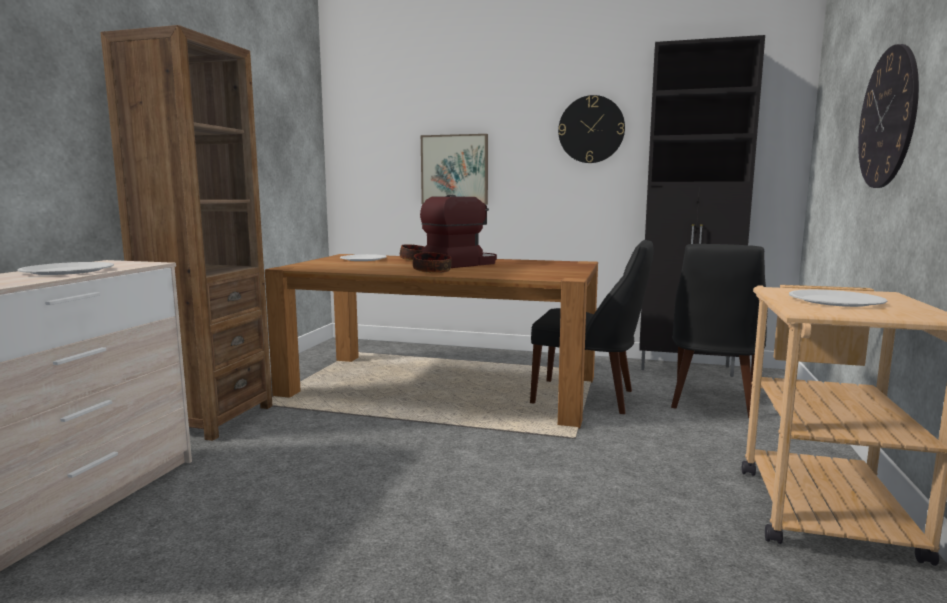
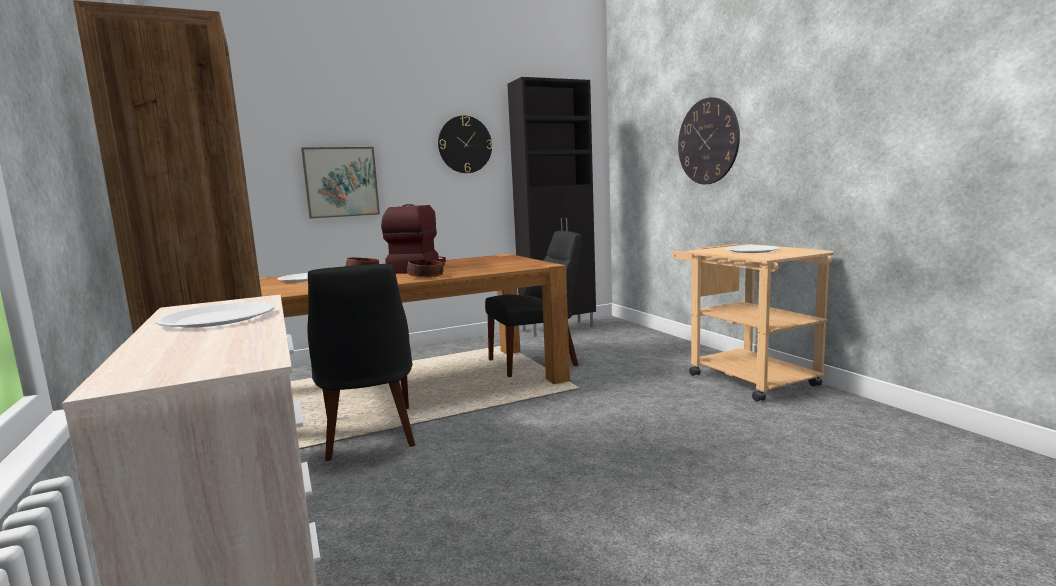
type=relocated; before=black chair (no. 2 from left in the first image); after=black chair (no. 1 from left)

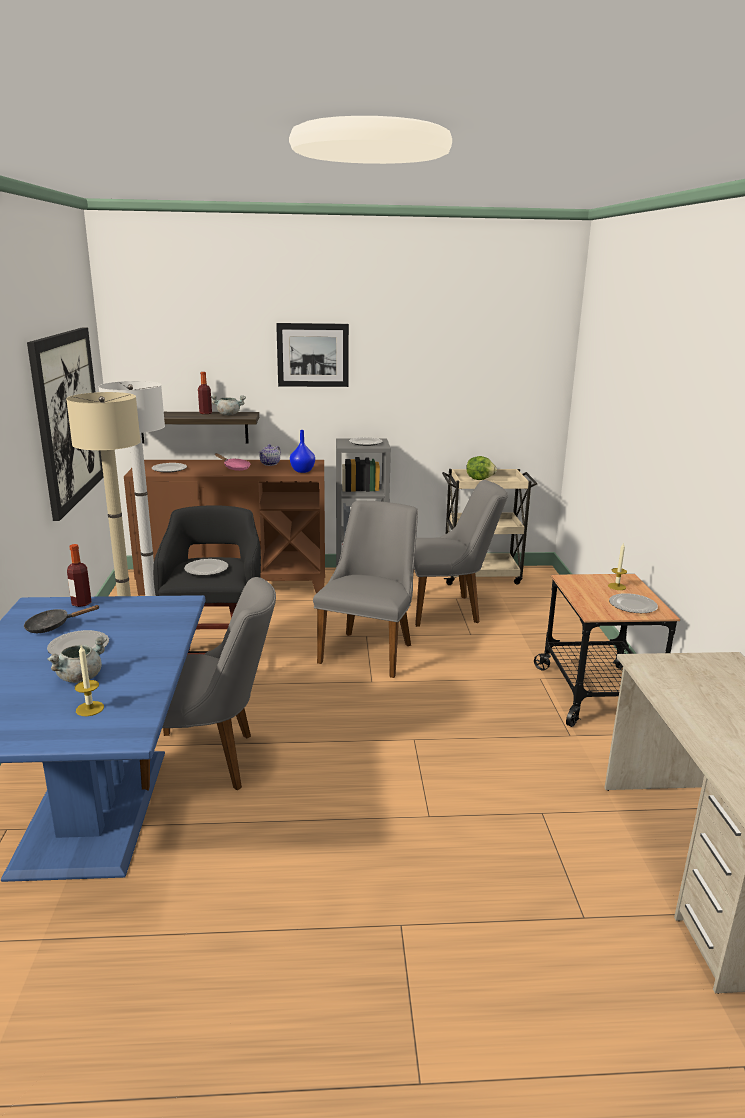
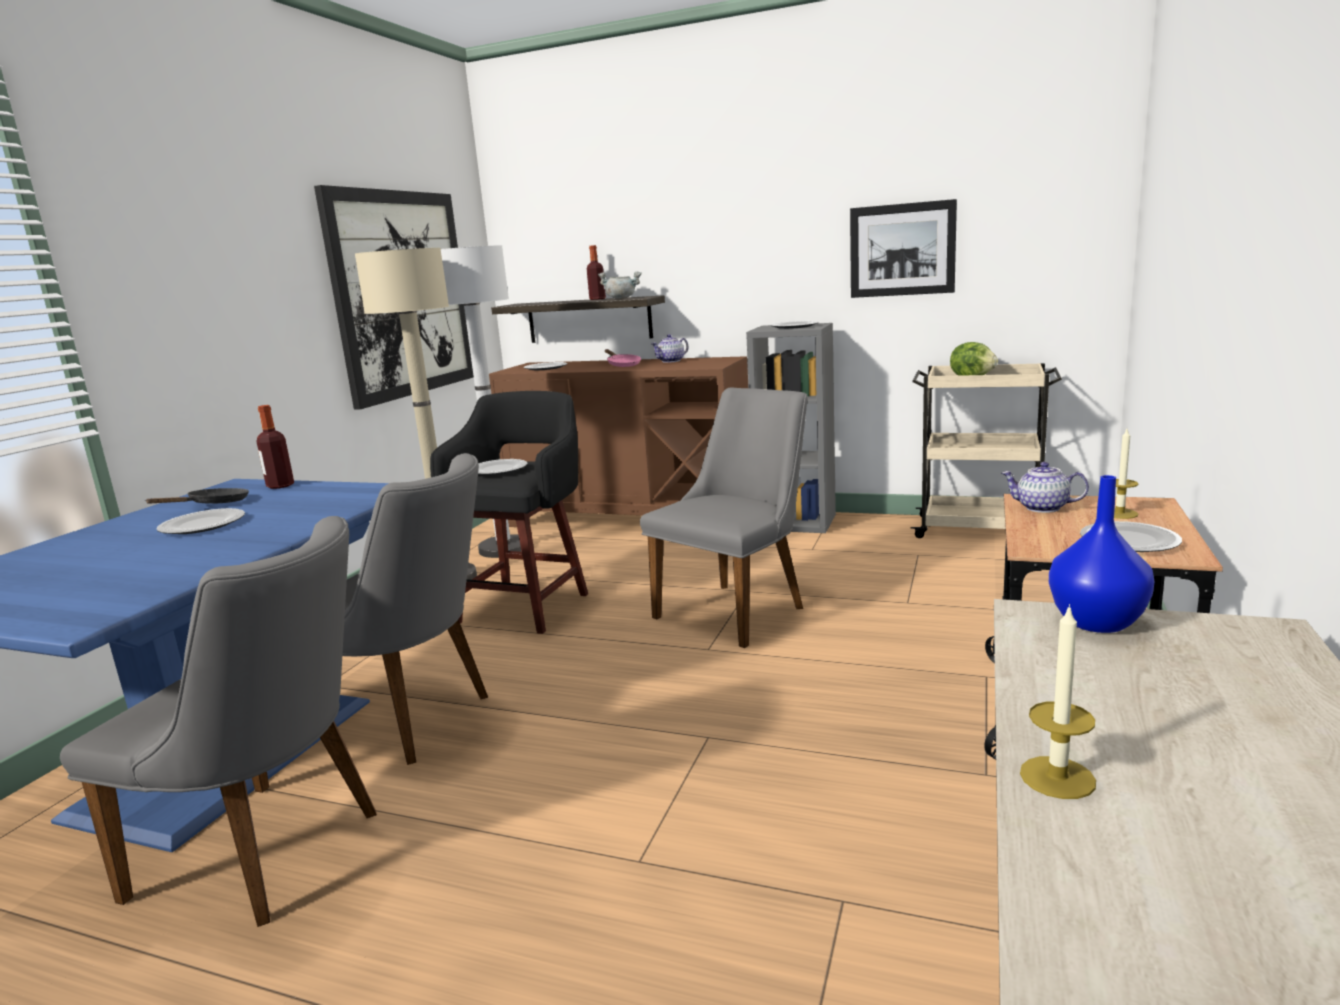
type=relocated; before=picture (no. 2 from left)
type=relocated; before=blue decorative vase
type=relocated; before=greyish chair (no. 3 from left in the first image); after=greyish chair (no. 1 from left)
type=spun; before=black frying pan; turn=120
type=missing; before=greyish stockpot (no. 1 from left)
type=relocated; before=wax light (no. 1 from left)
type=appeared; after=teapot (no. 2 from left)

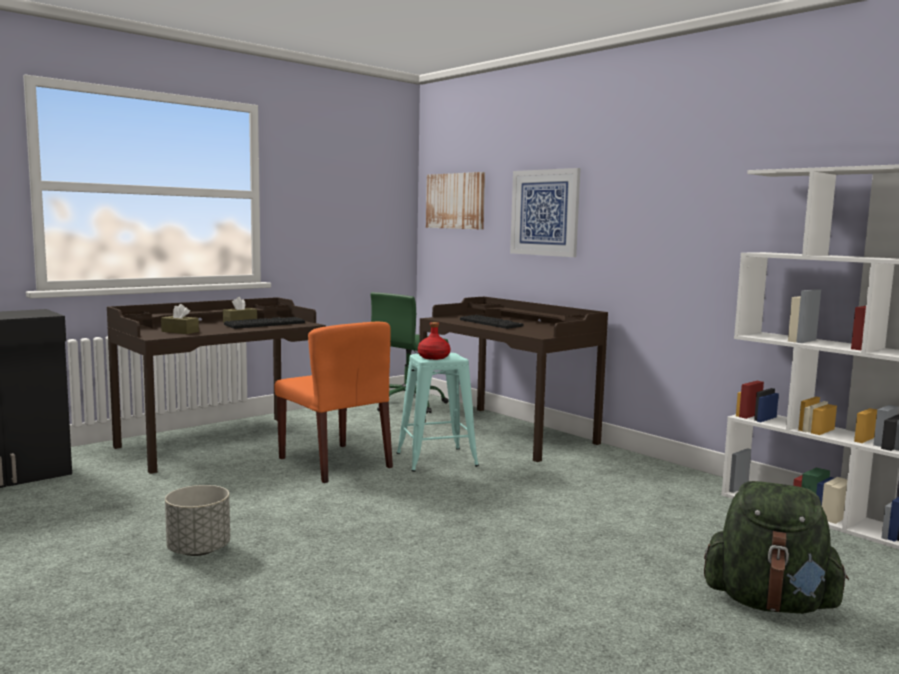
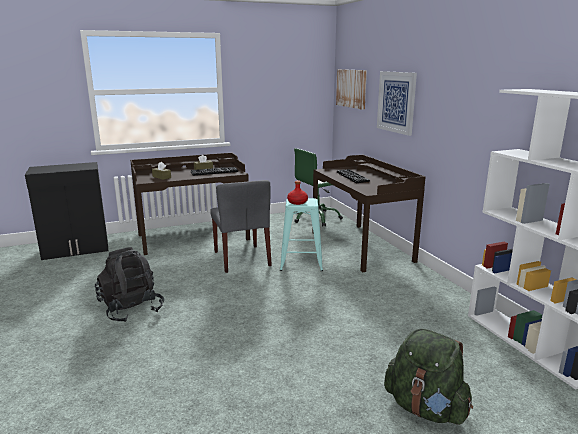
type=colour; before=orange chair; after=greyish chair
type=exchanged; before=greyish planter; after=black knapsack

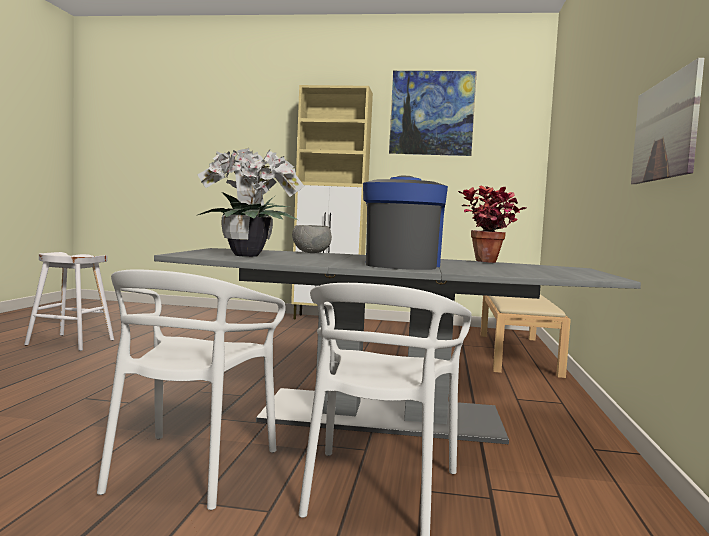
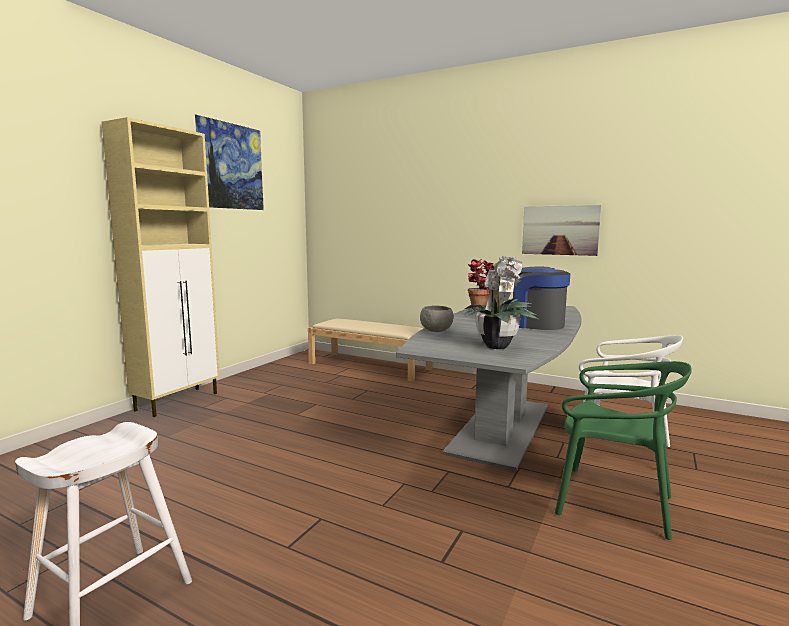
type=colour; before=white chair (no. 1 from left); after=green-coloured chair

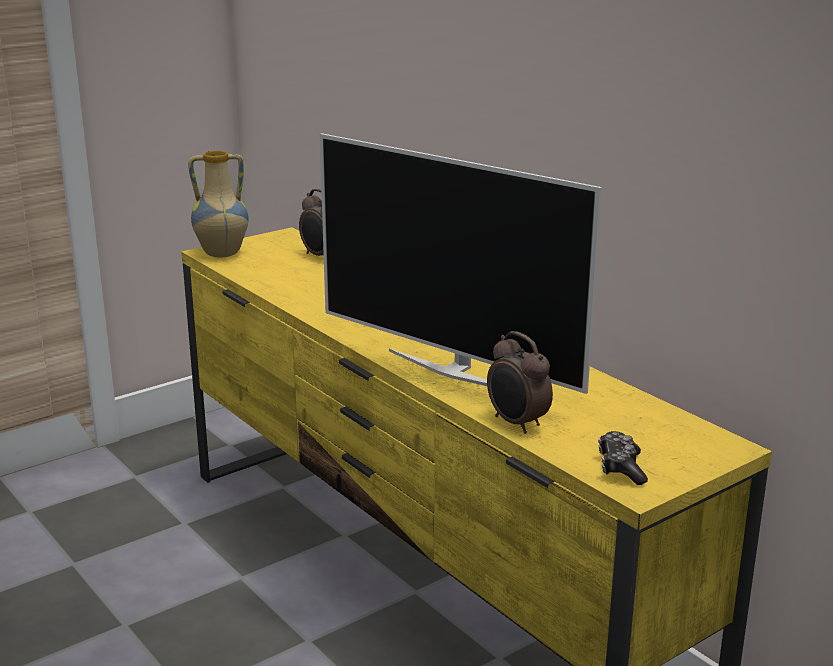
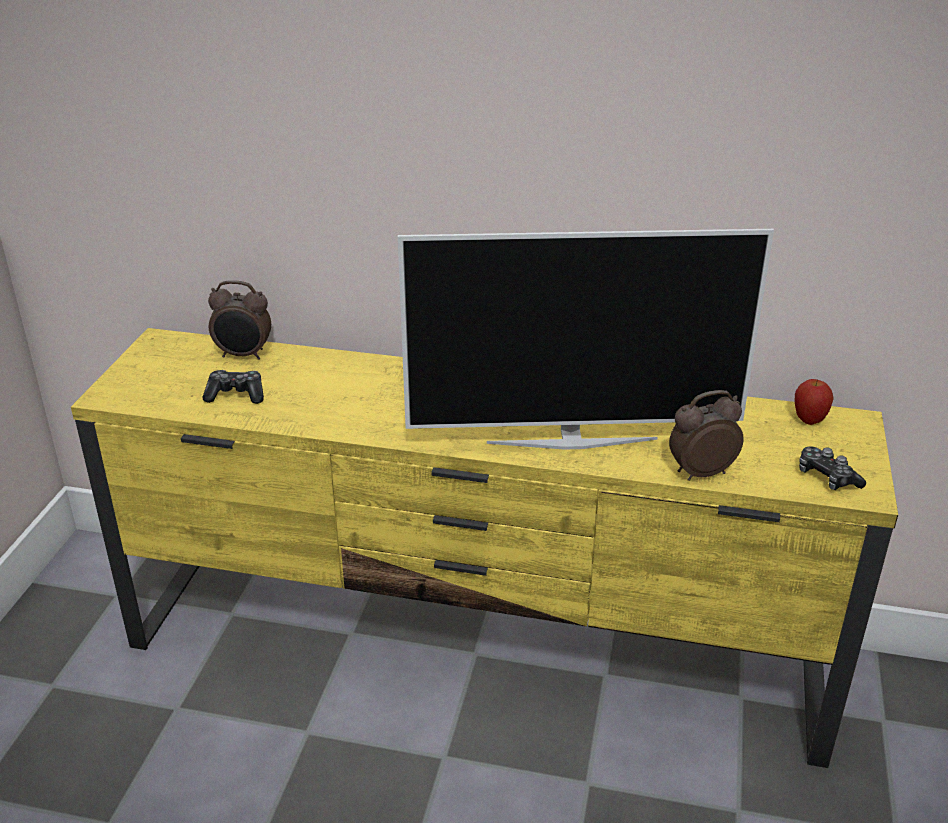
type=missing; before=decorative vase
type=spun; before=alarm clock (no. 2 from left); turn=150
type=appeared; after=joypad (no. 1 from left)
type=appeared; after=apple fruit

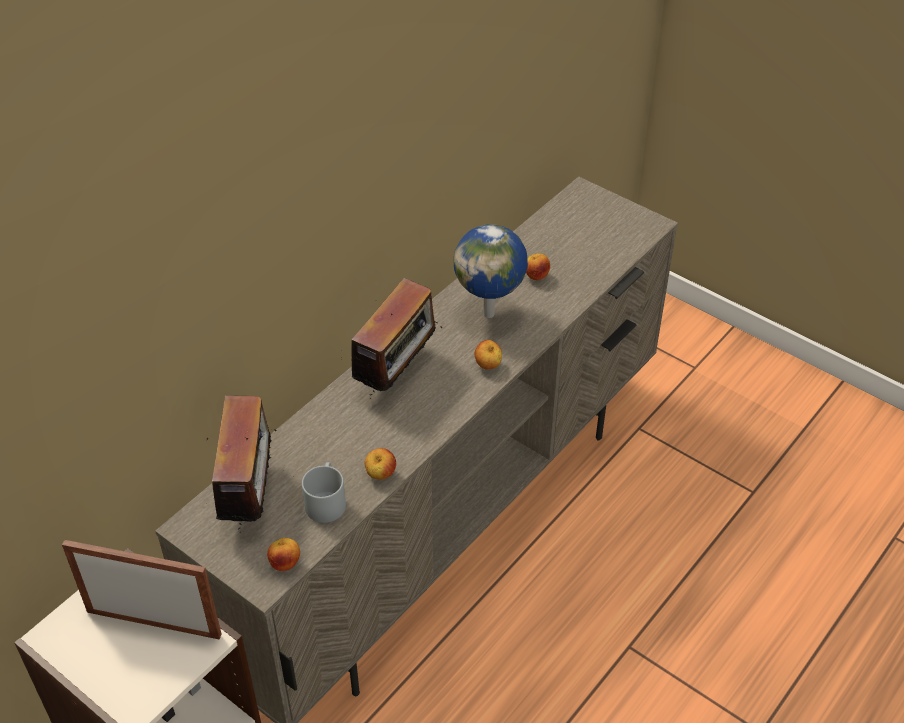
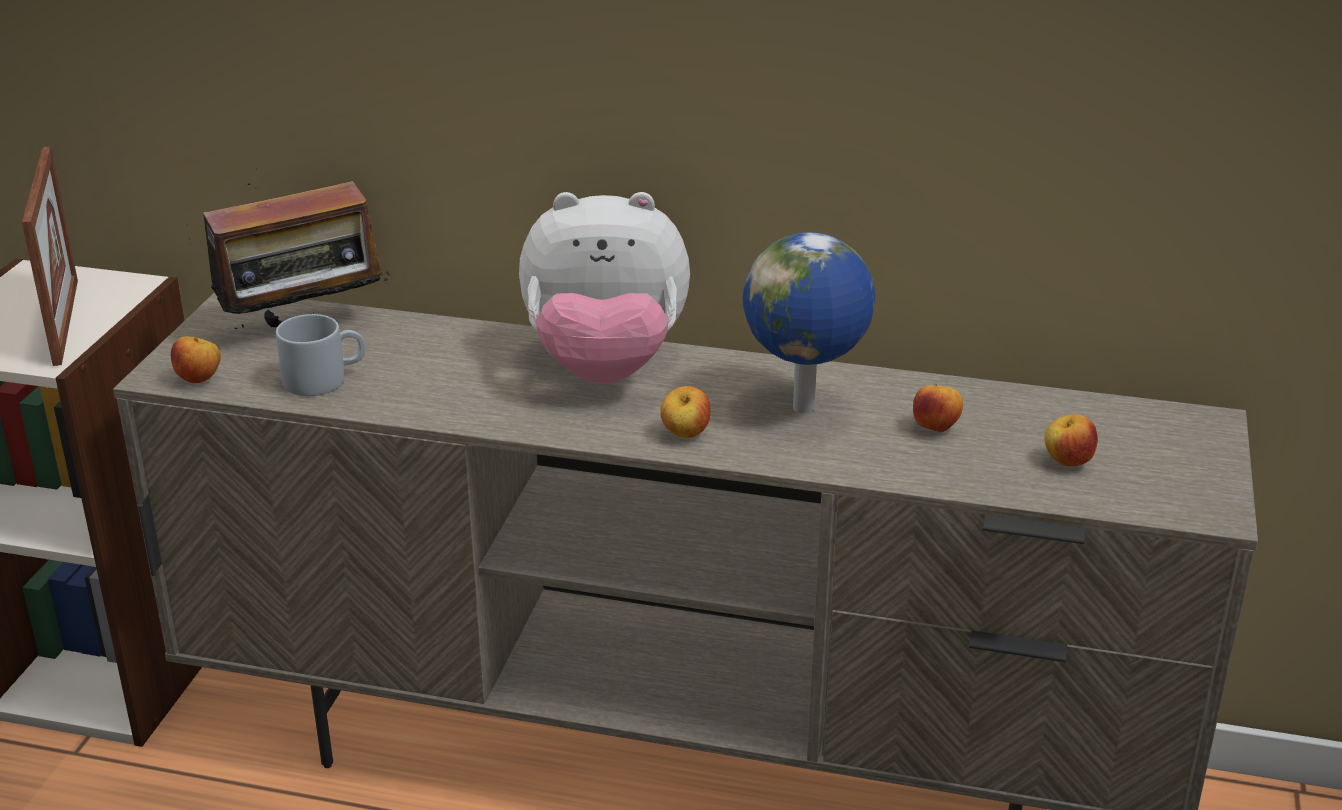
type=exchanged; before=radio (no. 2 from left); after=plush toy
type=relocated; before=apple fruit (no. 2 from left in the first image); after=apple fruit (no. 4 from left)

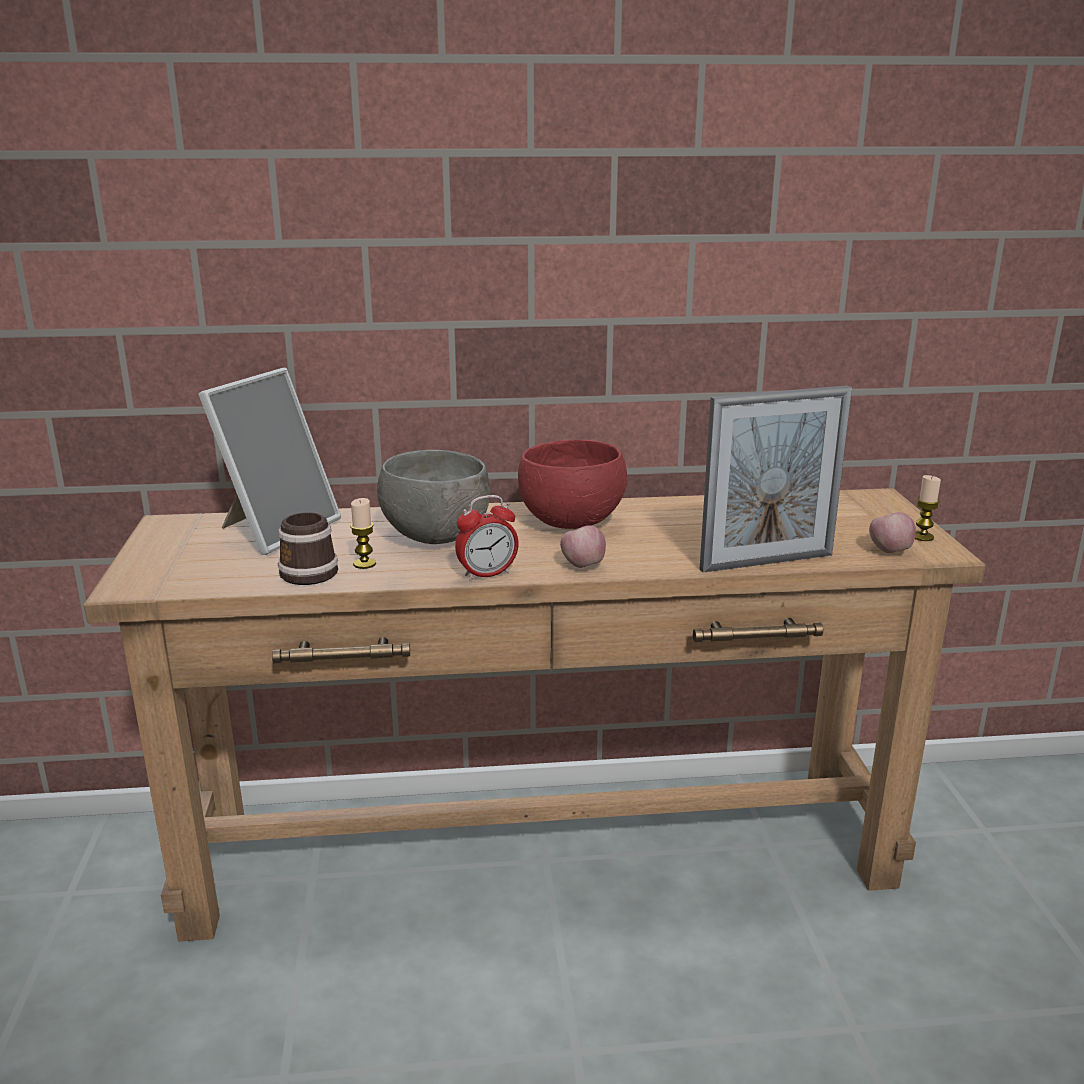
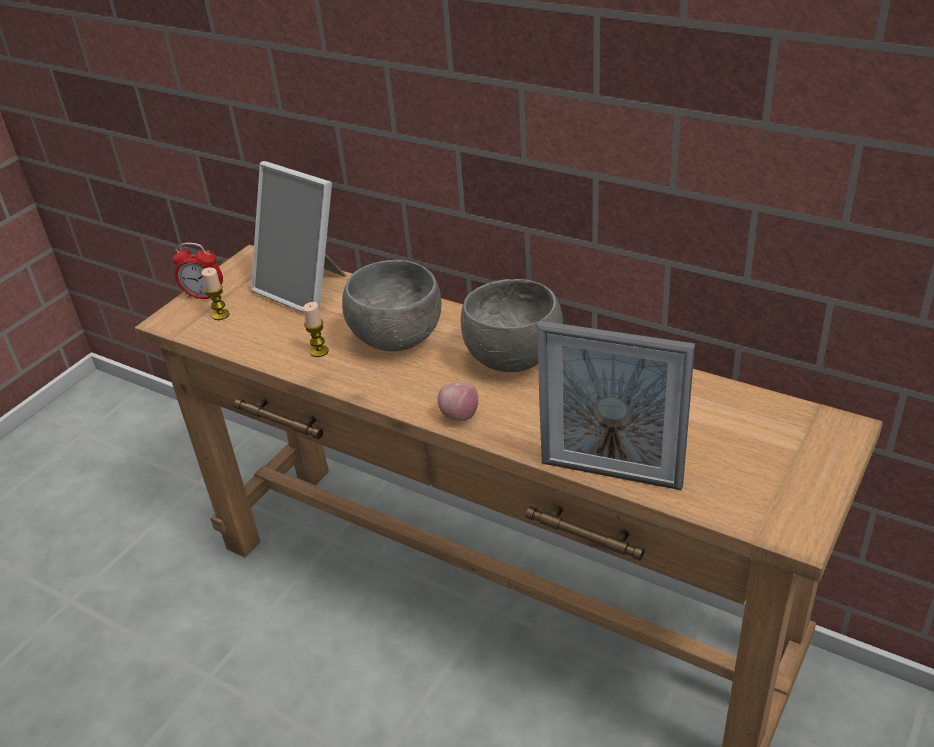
type=spun; before=standing frame (no. 1 from left); turn=60
type=colour; before=red-coloured bowl; after=greyish bowl (no. 2 from left)
type=relocated; before=wax light (no. 2 from left in the first image); after=wax light (no. 1 from left)
type=relocated; before=alarm clock
type=missing; before=coffee mug
type=missing; before=apple fruit (no. 2 from left)

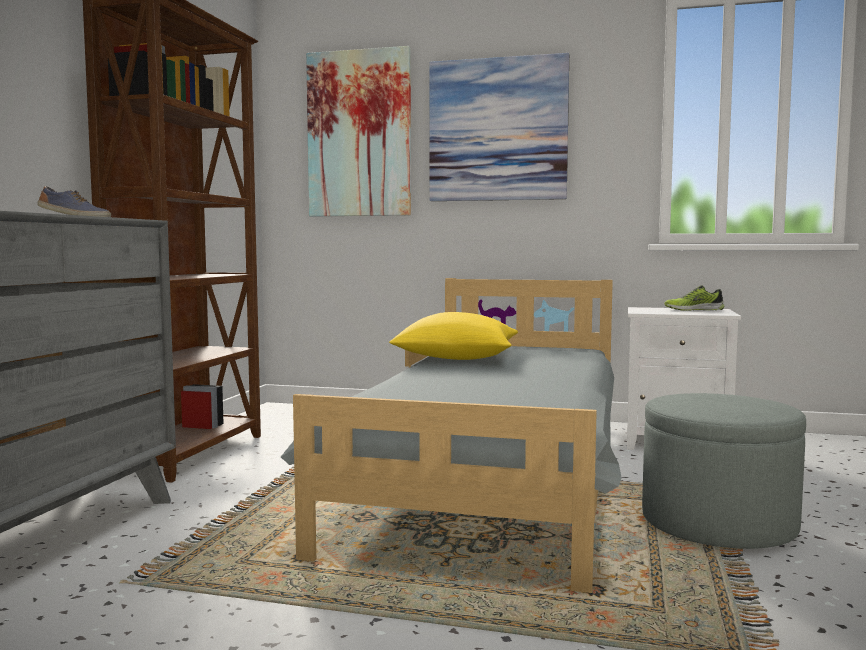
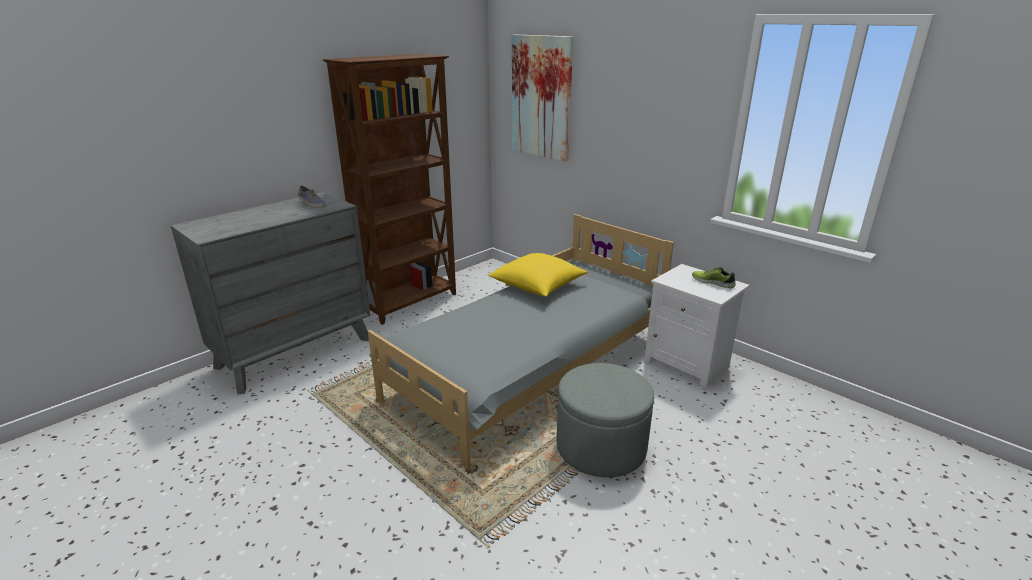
type=missing; before=picture (no. 2 from left)

